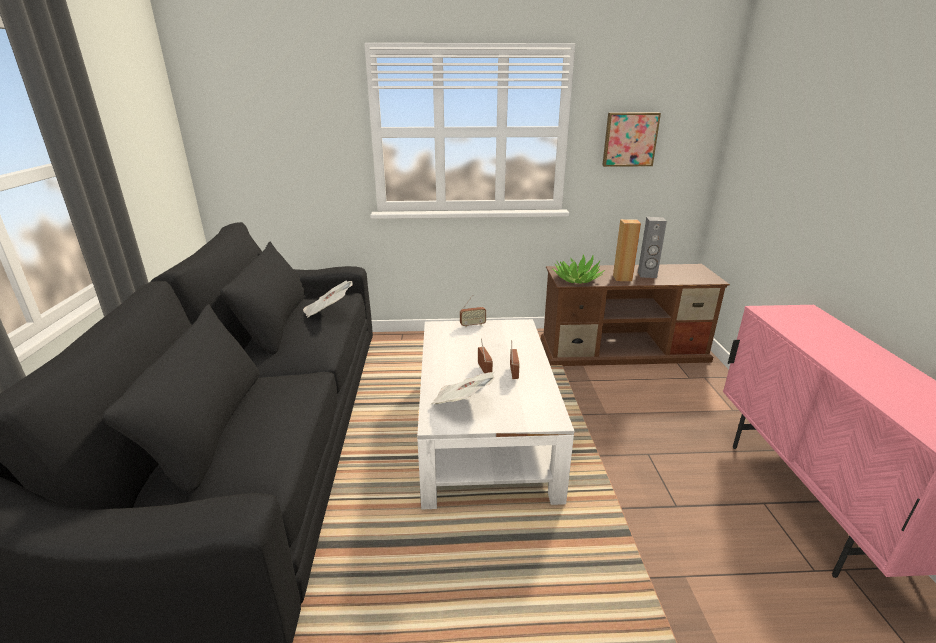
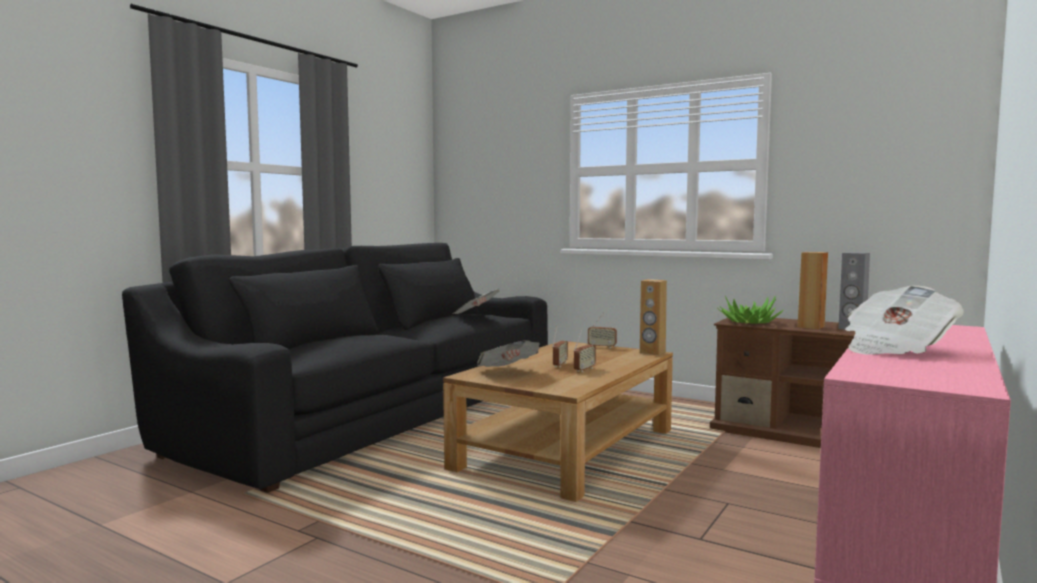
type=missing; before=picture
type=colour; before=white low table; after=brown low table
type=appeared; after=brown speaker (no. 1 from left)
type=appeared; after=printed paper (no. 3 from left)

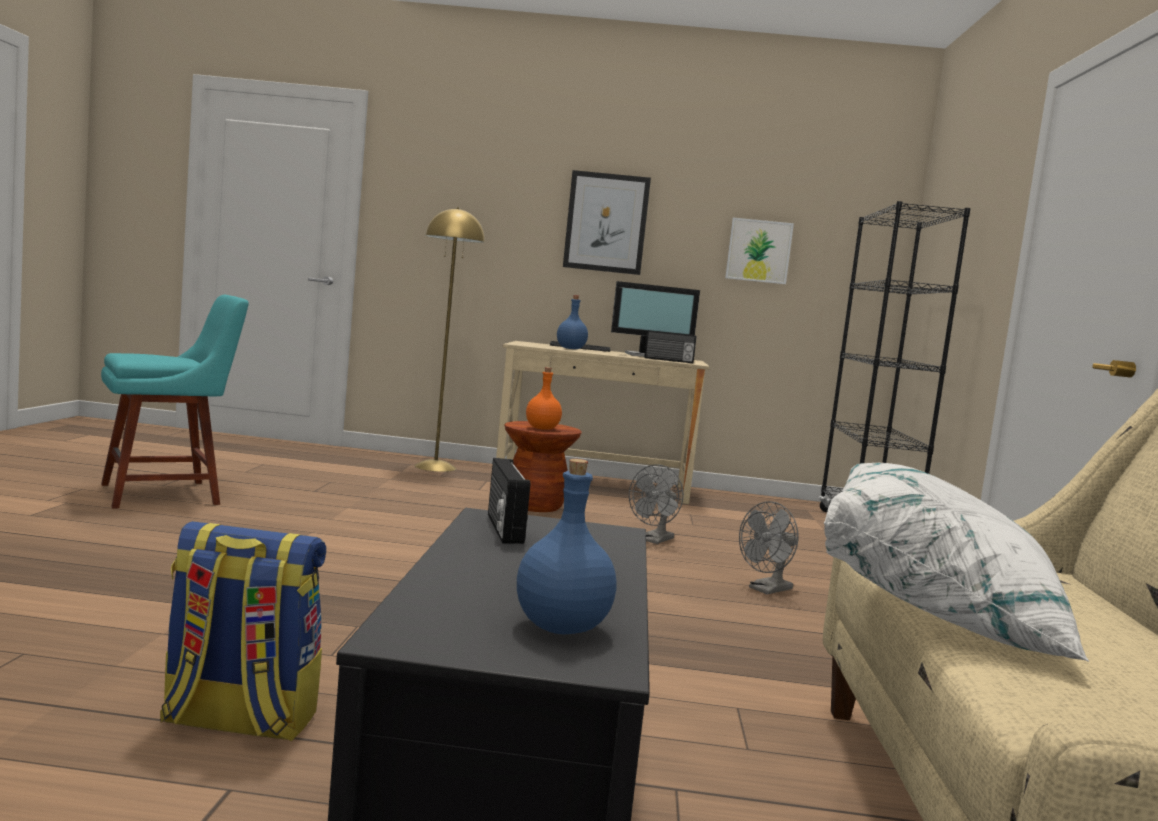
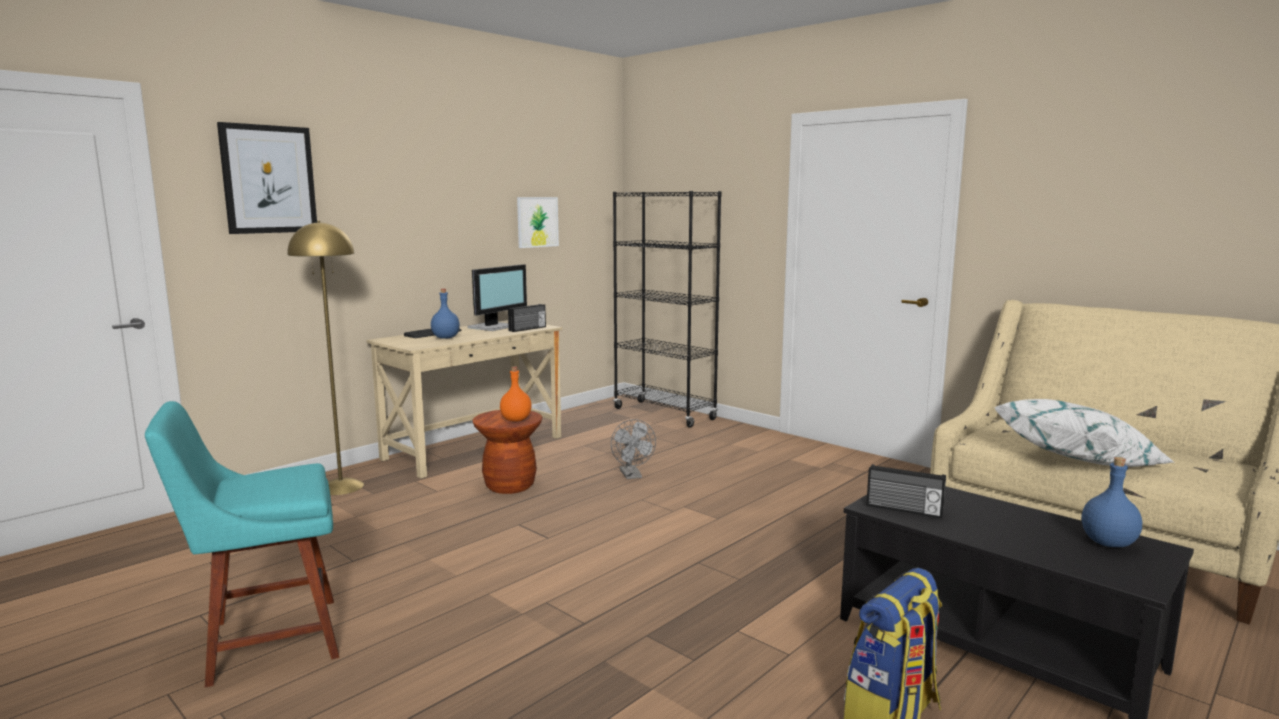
type=relocated; before=picture (no. 1 from left)
type=spun; before=turquoise-coloured chair; turn=-120
type=missing; before=greyish cooling fan (no. 2 from left)

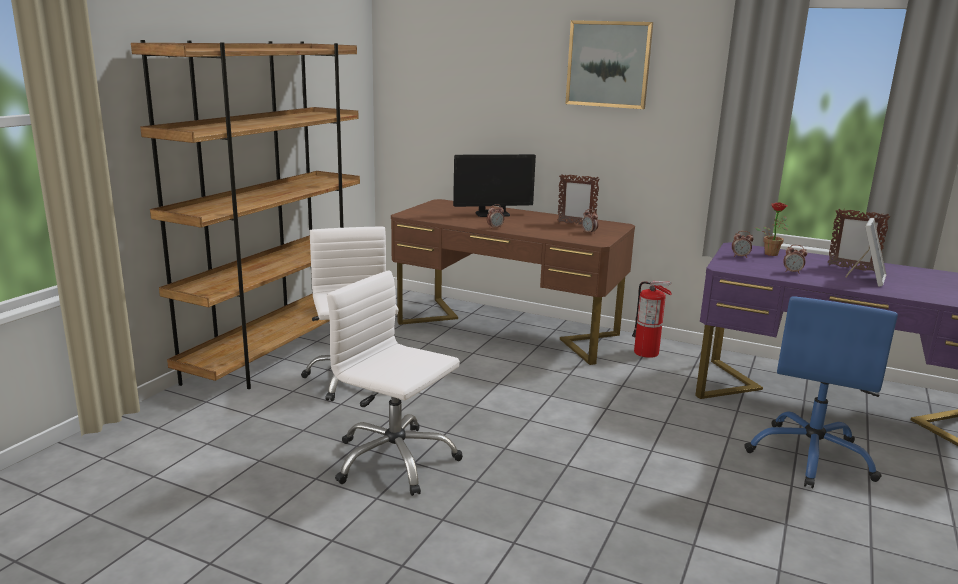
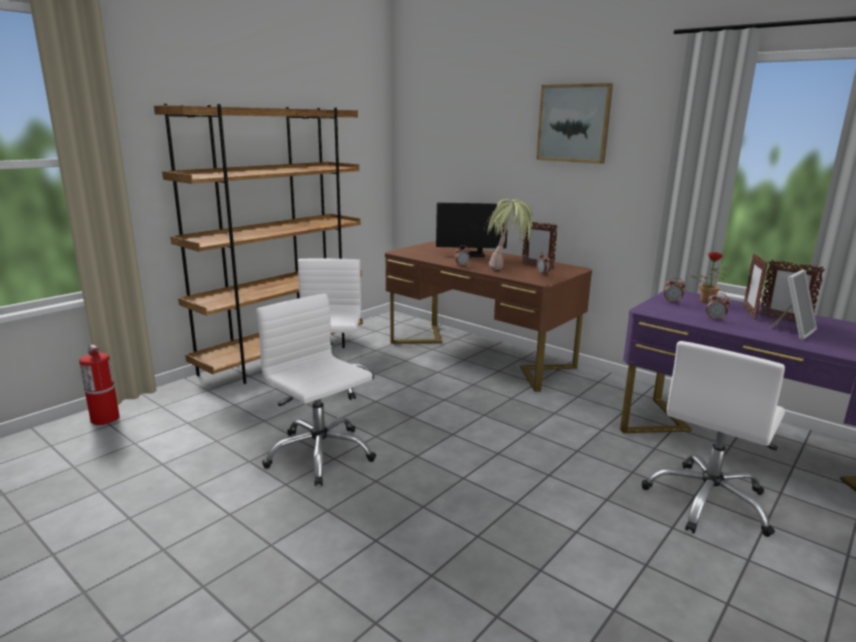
type=relocated; before=fire-fighting cylinder
type=colour; before=blue office chair; after=white office chair (no. 3 from left)
type=appeared; after=potted plant (no. 1 from left)
type=appeared; after=standing frame (no. 2 from left)

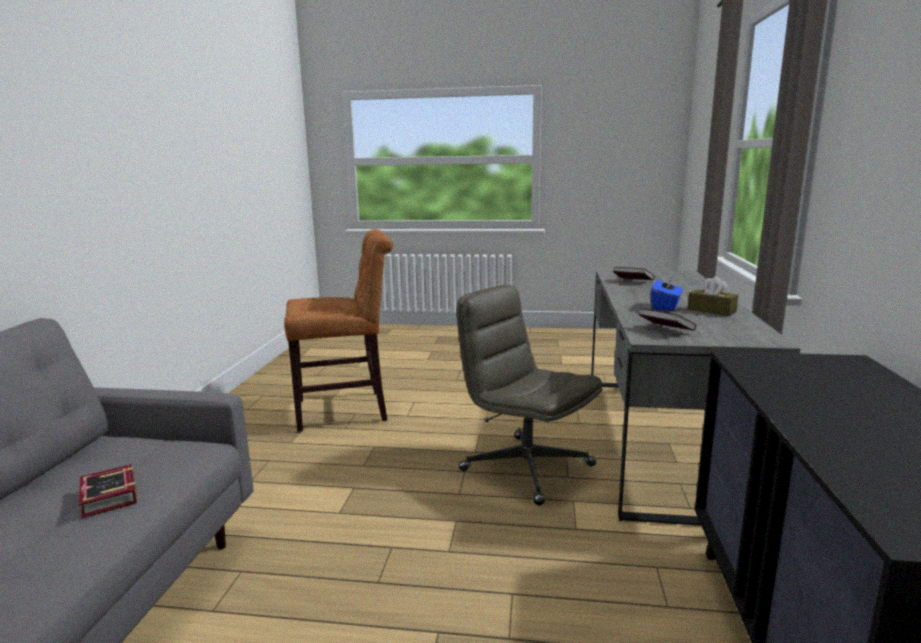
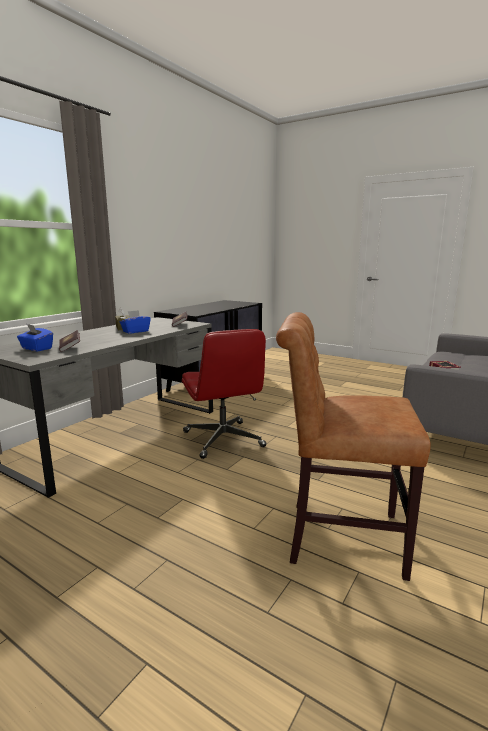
type=colour; before=greyish office chair; after=red-coloured office chair
type=appeared; after=blue tissue box (no. 1 from left)

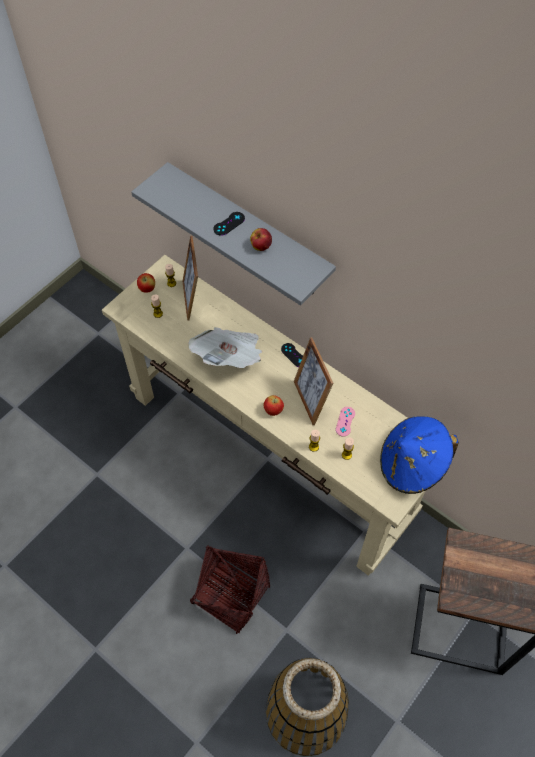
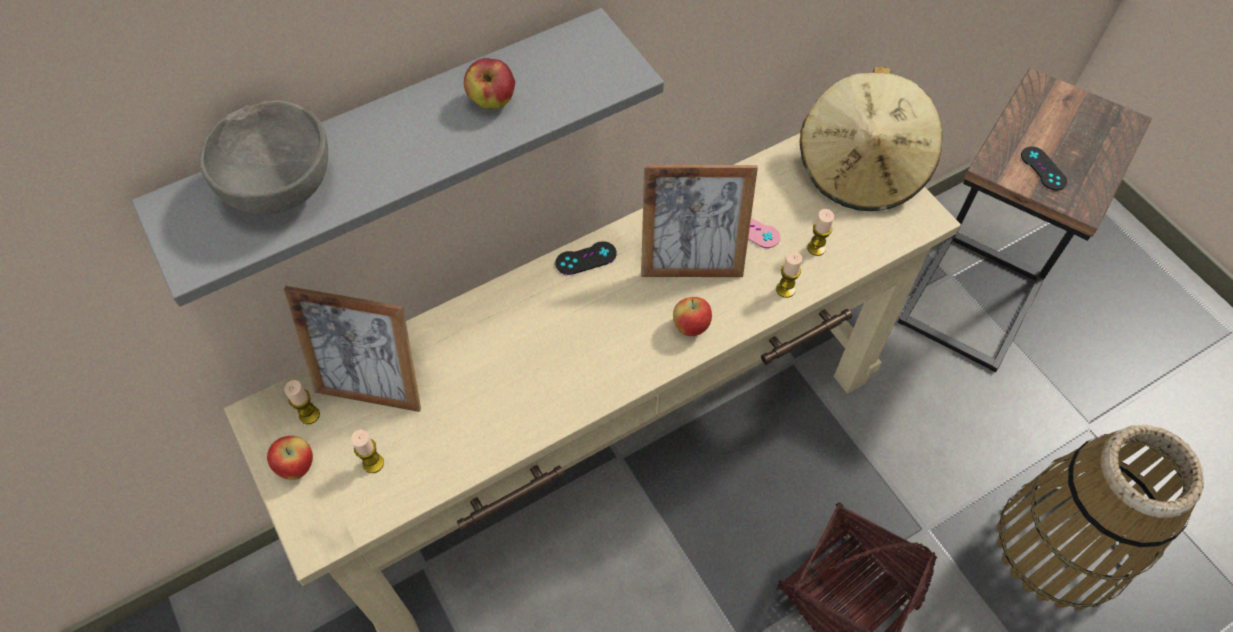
type=relocated; before=black joypad (no. 1 from left in the first image); after=black joypad (no. 2 from left)
type=missing; before=printed paper
type=colour; before=blue wearable hat; after=sand-coloured wearable hat
type=appeared; after=greyish bowl

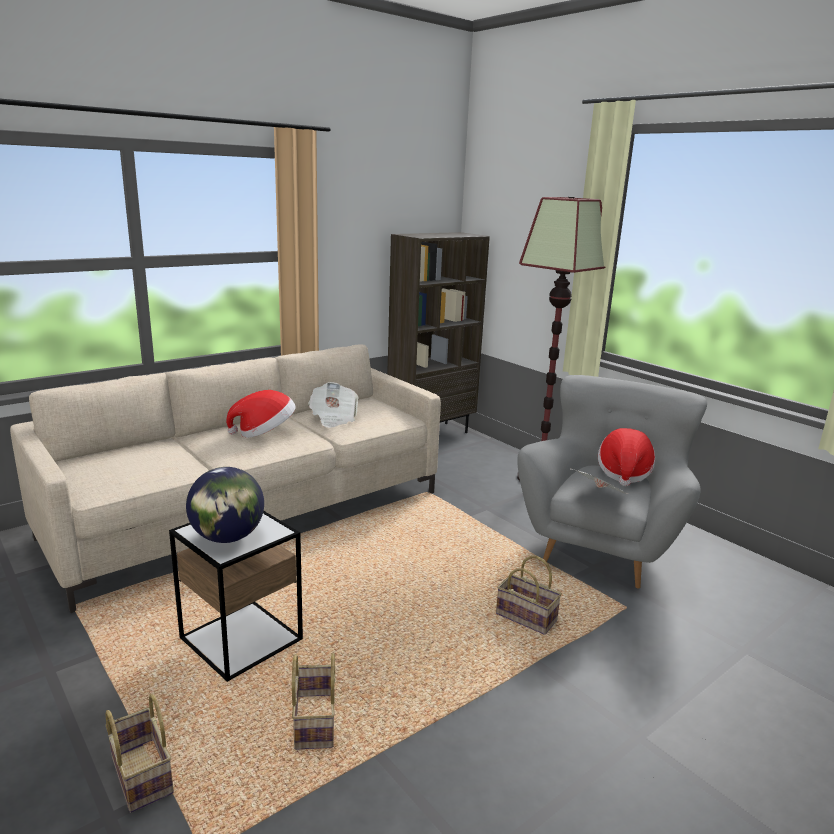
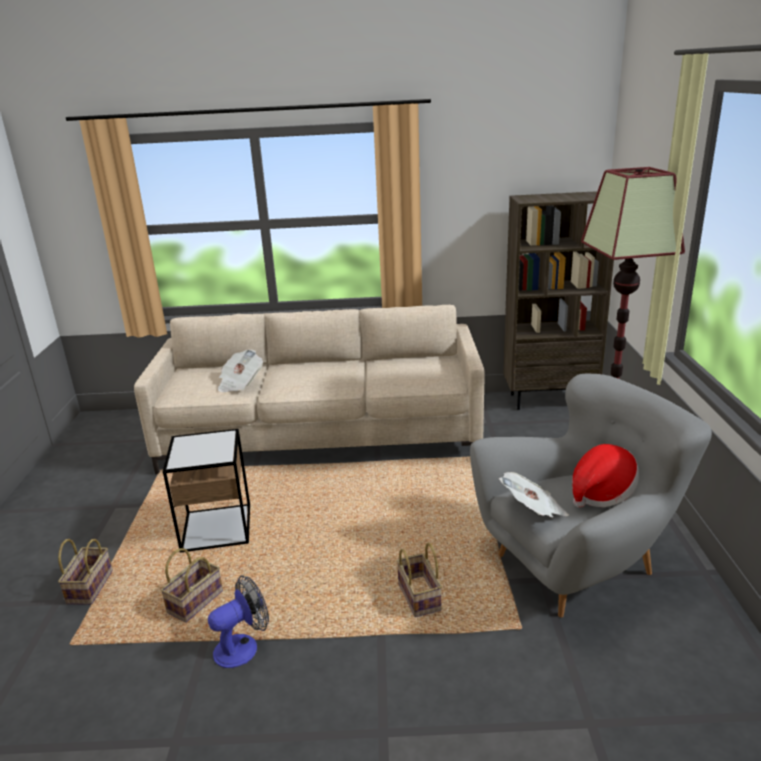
type=relocated; before=printed paper (no. 1 from left)
type=missing; before=wearable hat (no. 1 from left)
type=missing; before=globe
type=appeared; after=cooling fan

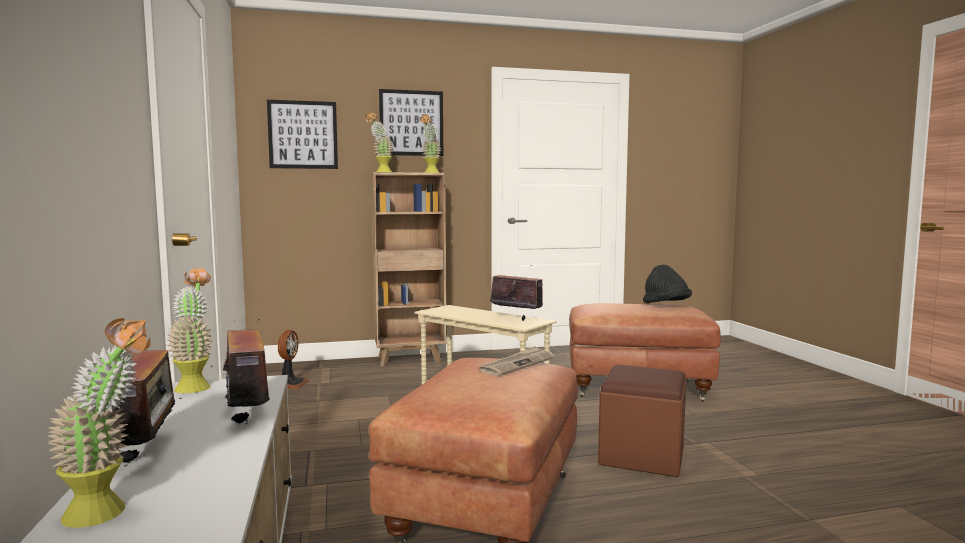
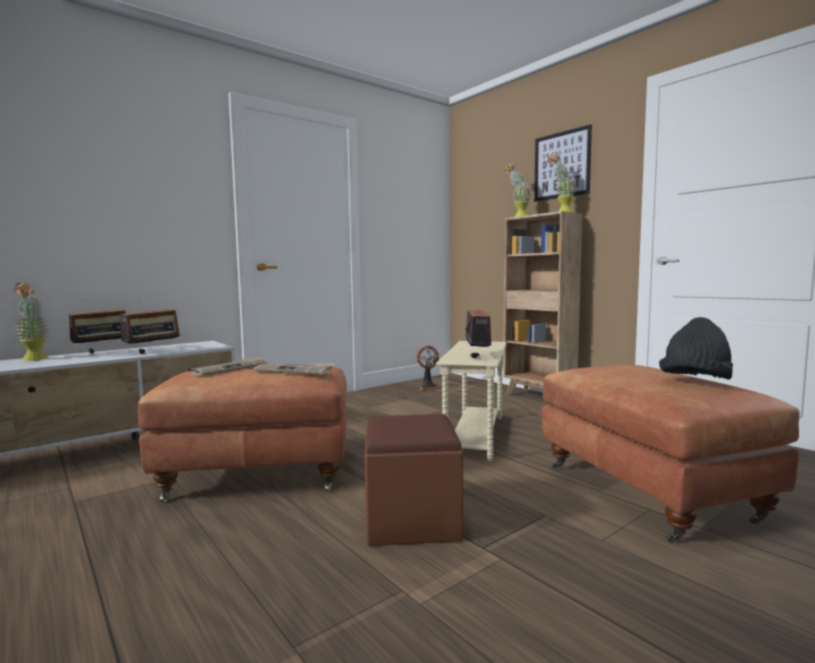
type=missing; before=picture (no. 1 from left)
type=missing; before=potted plant (no. 2 from left)
type=appeared; after=printed paper (no. 1 from left)

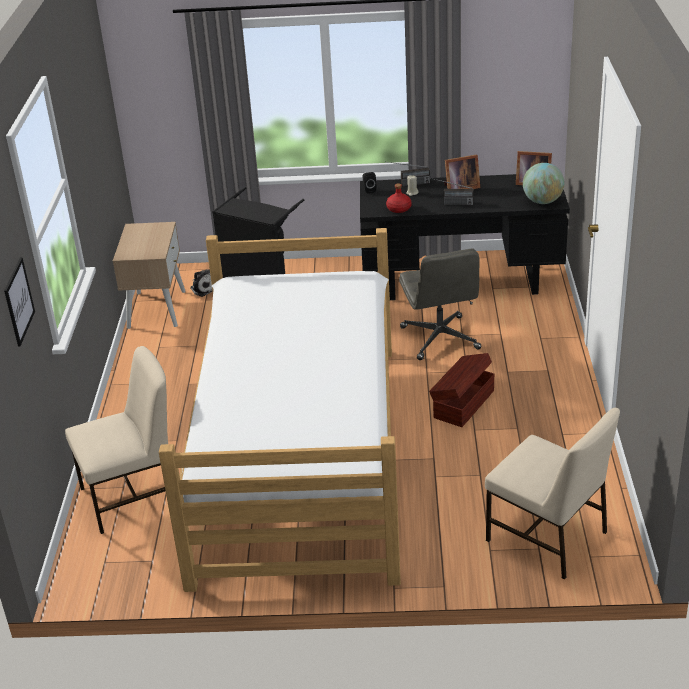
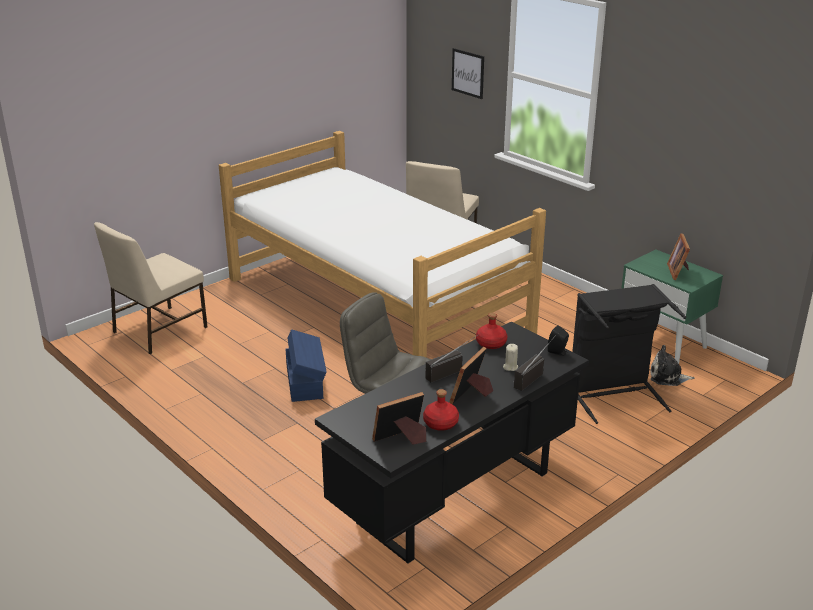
type=missing; before=globe
type=colour; before=sand-coloured bedside table; after=green-coloured bedside table
type=colour; before=brown storage container; after=blue storage container
type=spun; before=sand-coloured chair (no. 2 from left in the first image); turn=-45
type=appeared; after=standing frame (no. 3 from left)
type=appeared; after=red-coloured bottle (no. 1 from left)

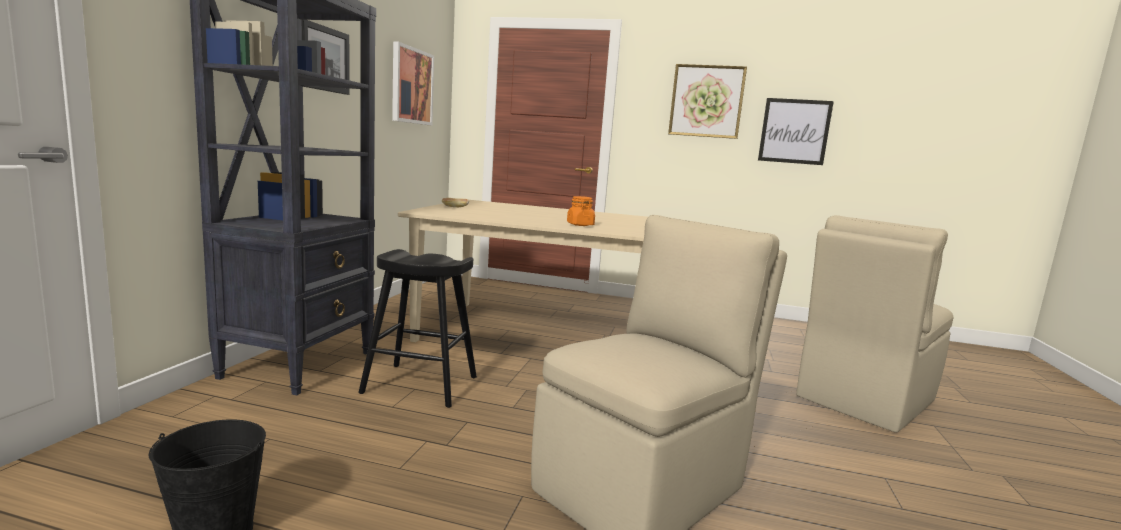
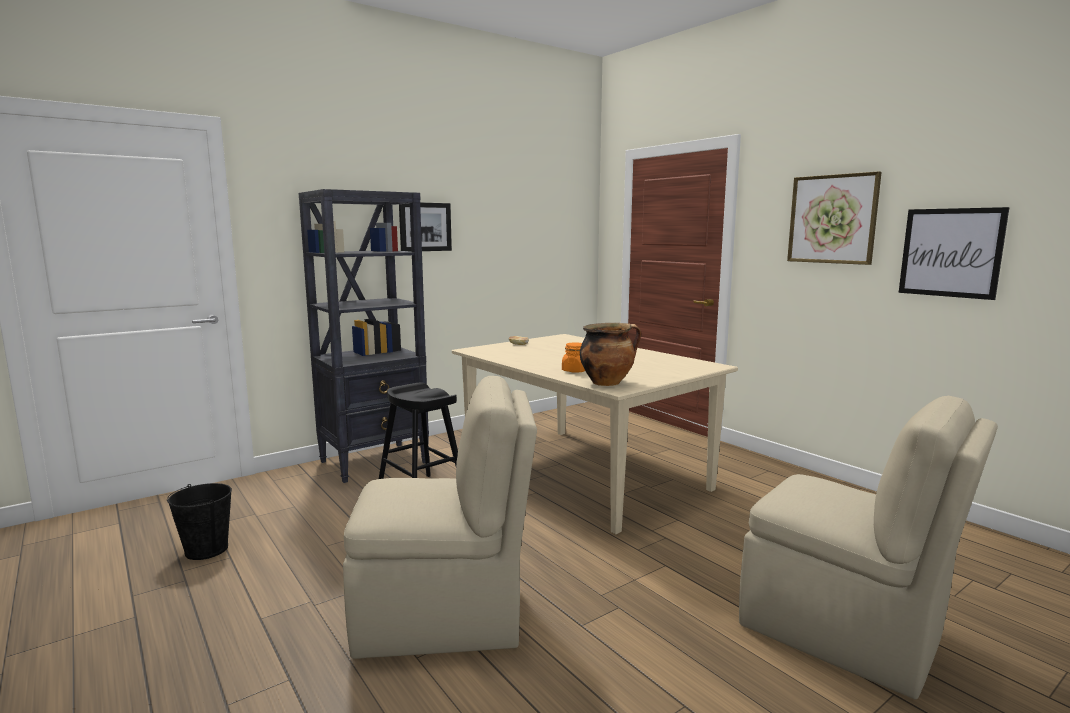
type=missing; before=picture (no. 2 from left)
type=spun; before=sand-coloured chair (no. 2 from left); turn=-135
type=appeared; after=stockpot

